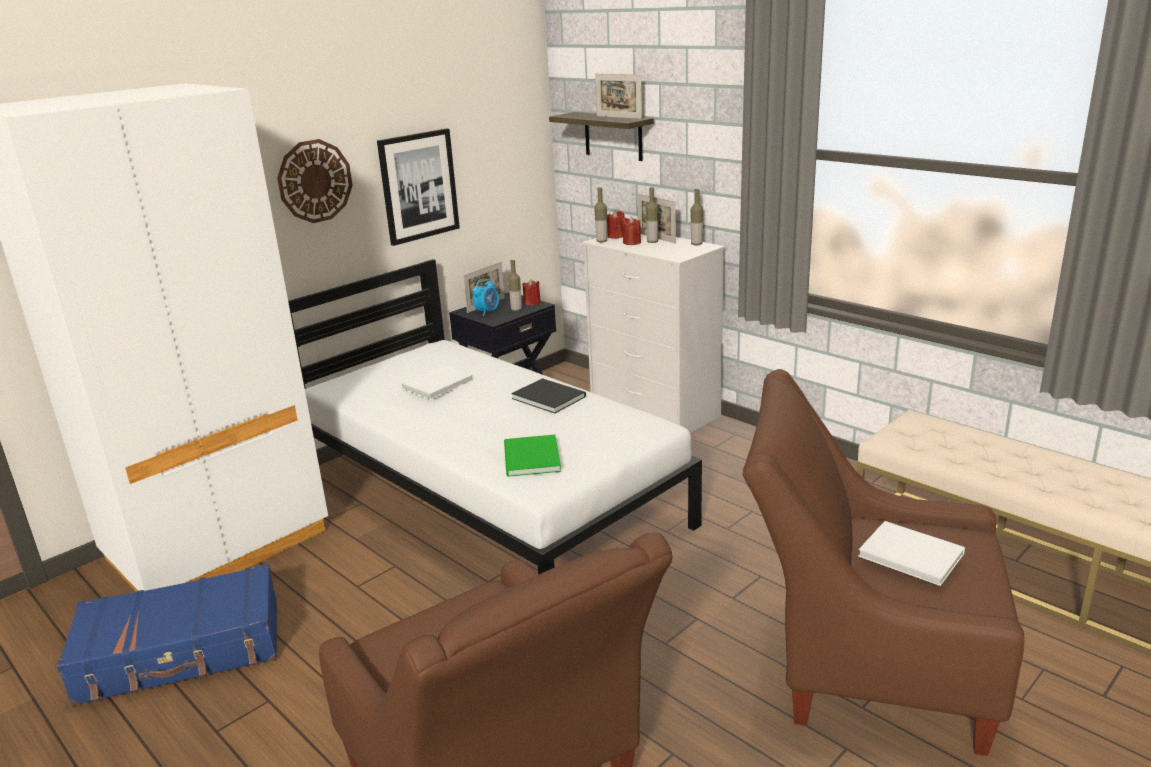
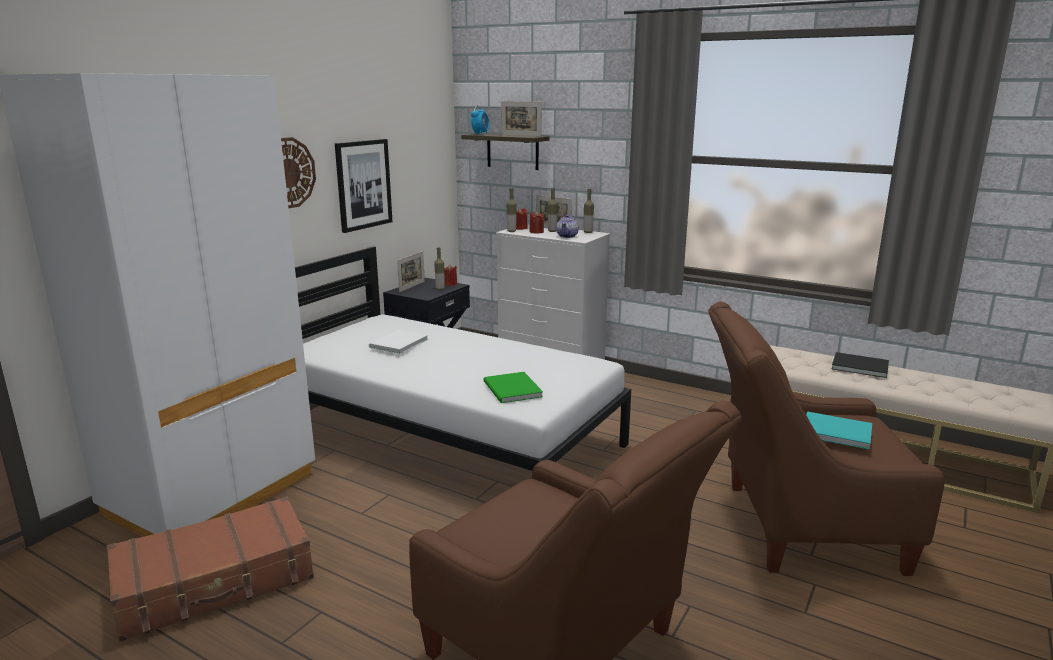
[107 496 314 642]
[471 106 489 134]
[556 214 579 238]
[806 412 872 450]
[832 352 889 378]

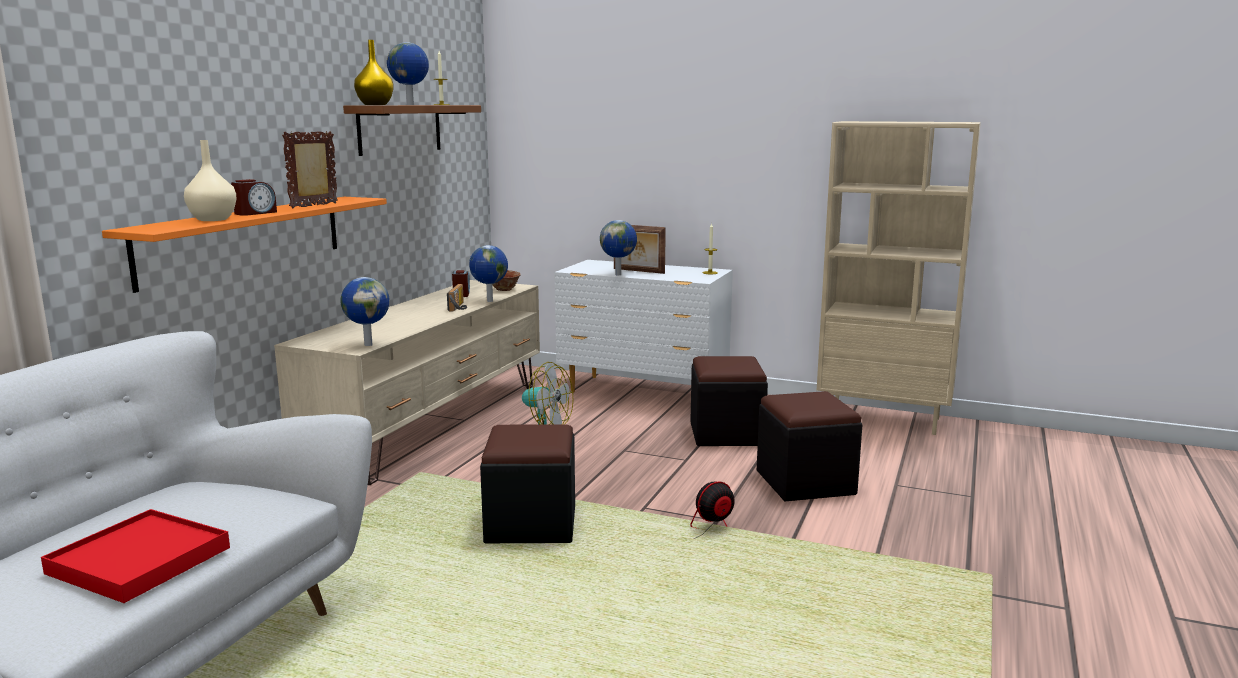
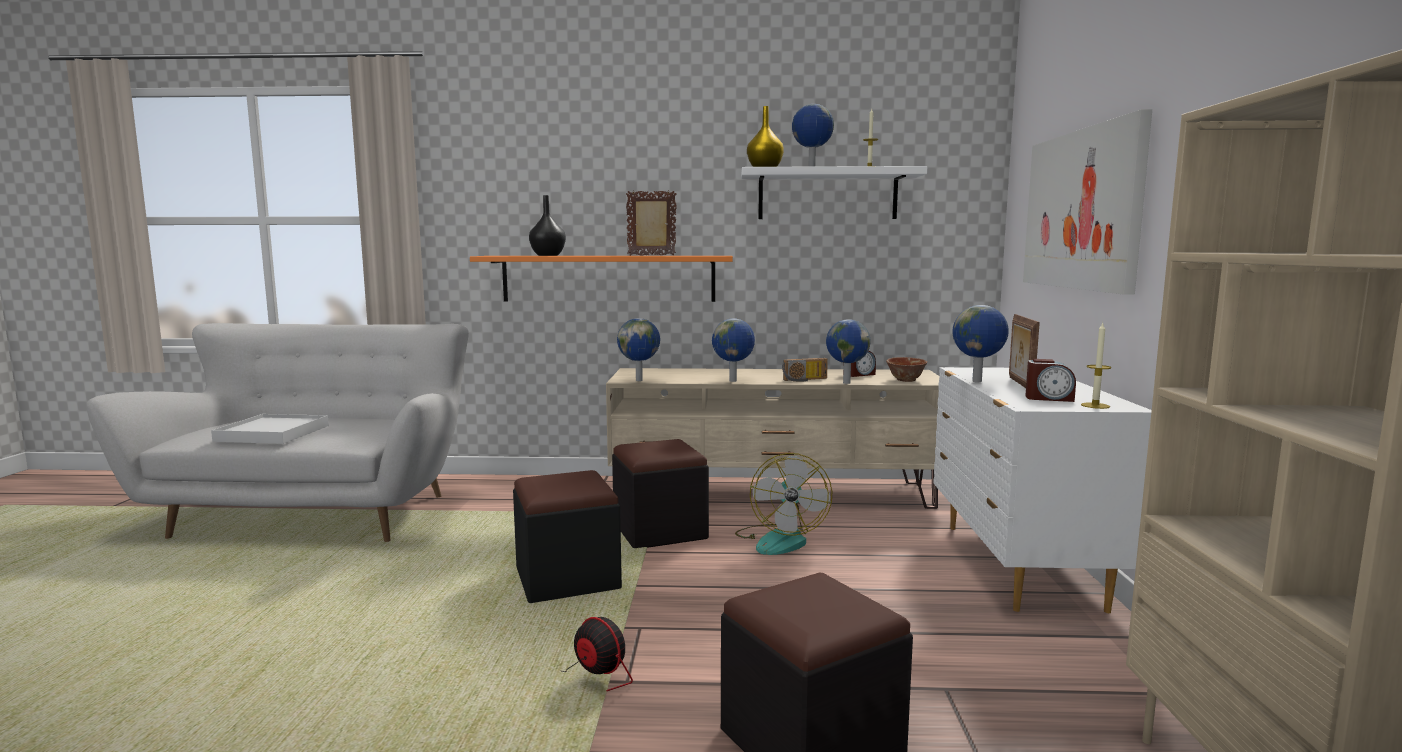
[211 414 329 444]
[529 195 566 256]
[612 439 709 548]
[712 318 755 382]
[741 166 927 219]
[1023 109 1152 295]
[1025 359 1076 402]

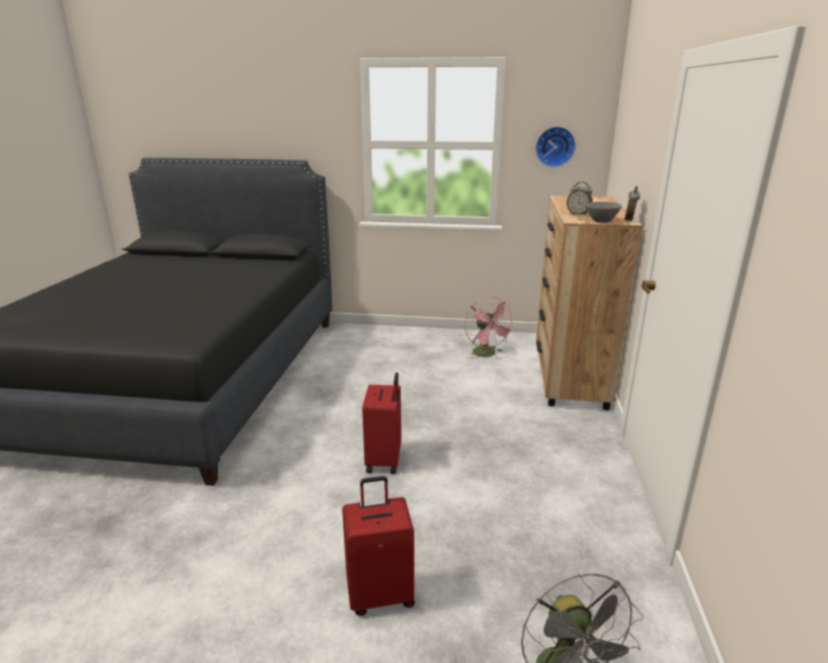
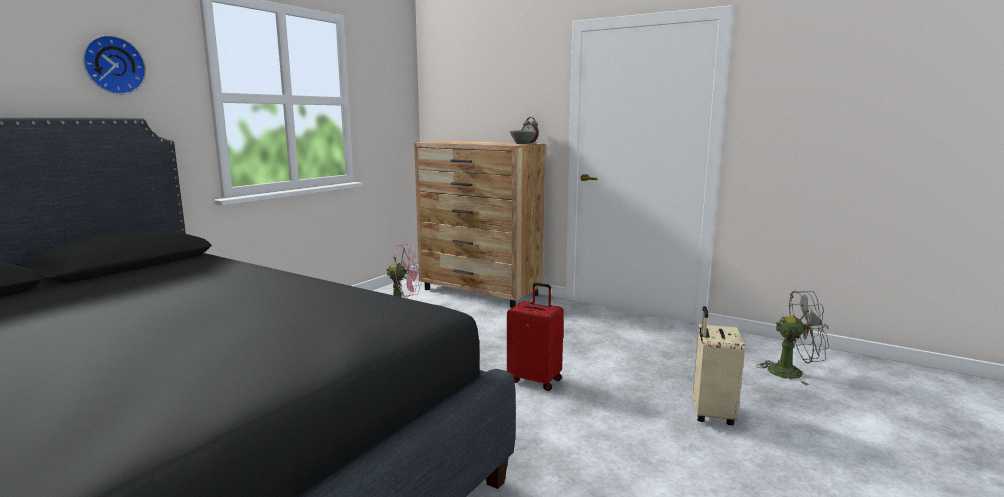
[83 35 146 95]
[693 306 745 425]
[567 182 593 216] (first image)

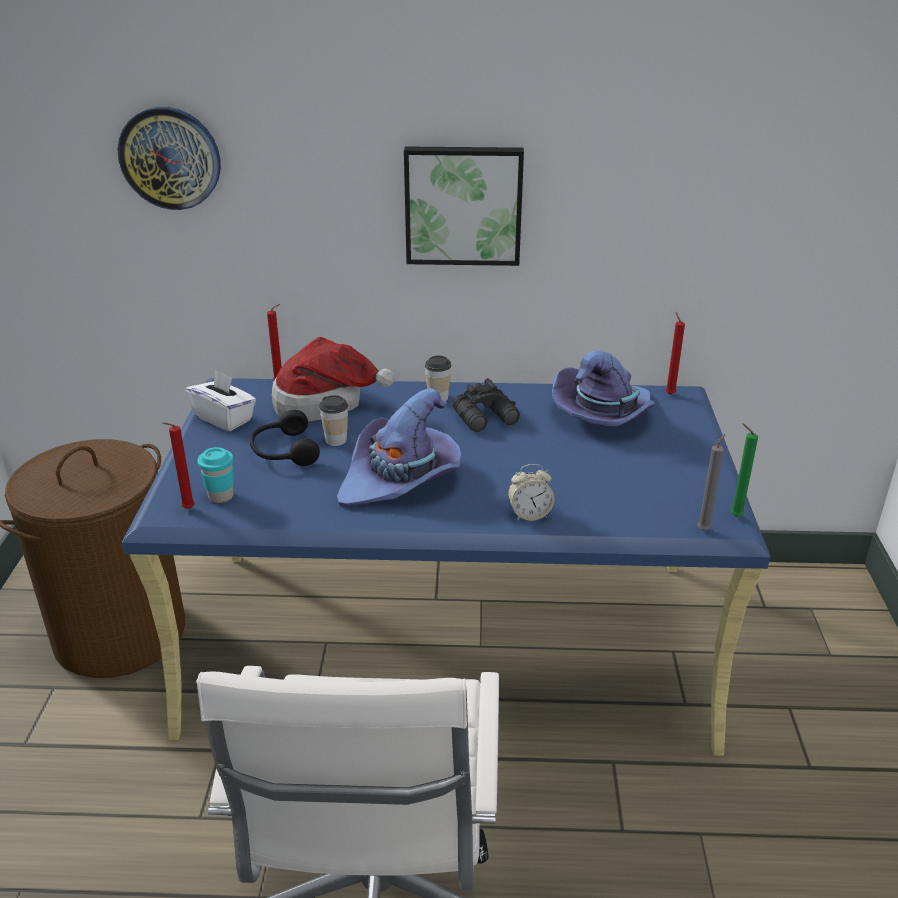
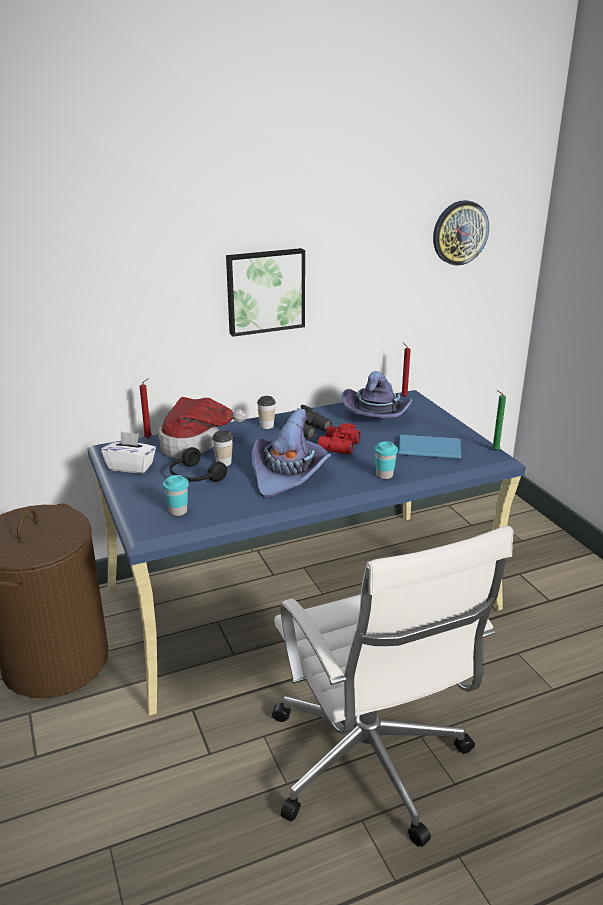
[318 423 361 454]
[374 441 398 479]
[398 435 461 459]
[433 200 489 266]
[163 422 195 509] (first image)
[697 434 725 530] (first image)

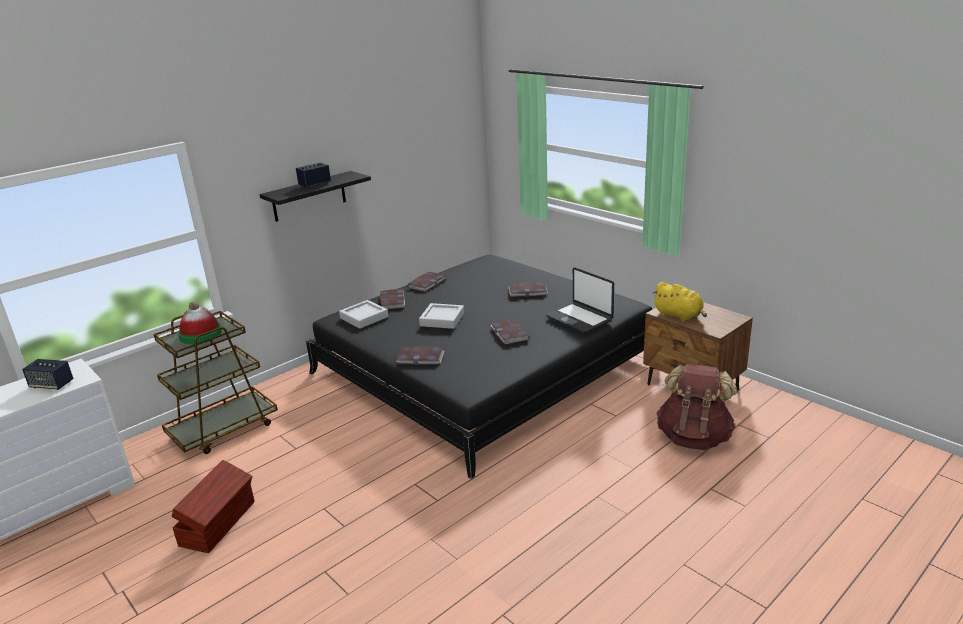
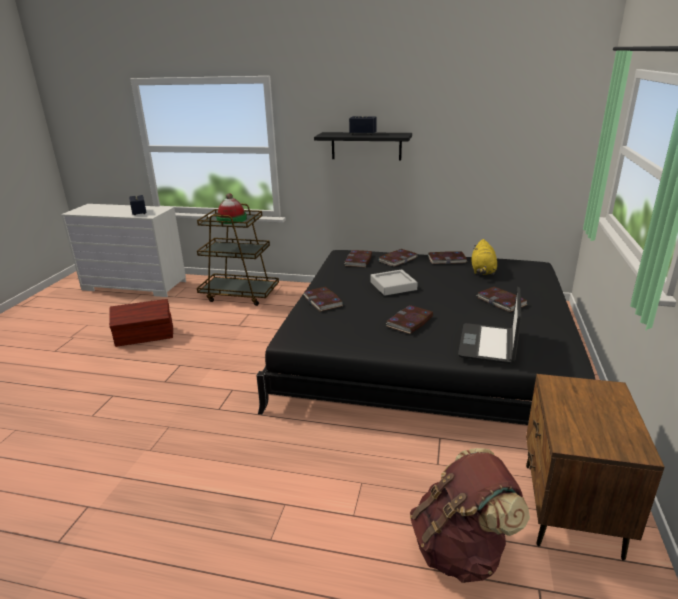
[345 250 372 267]
[472 239 497 275]

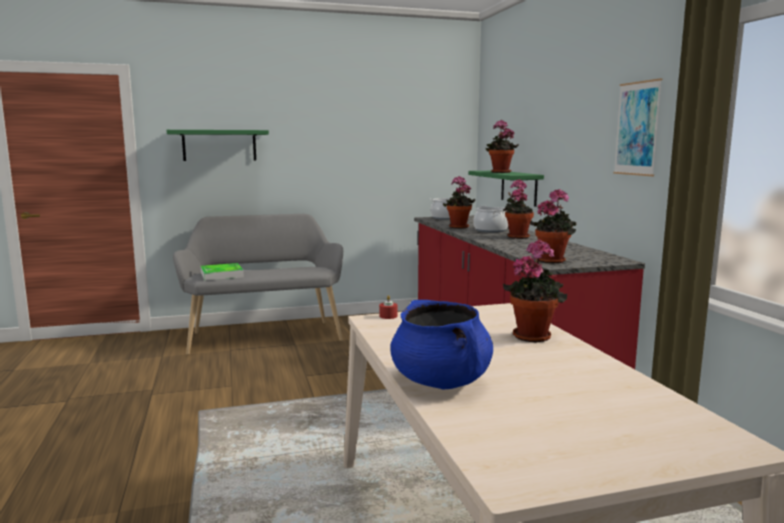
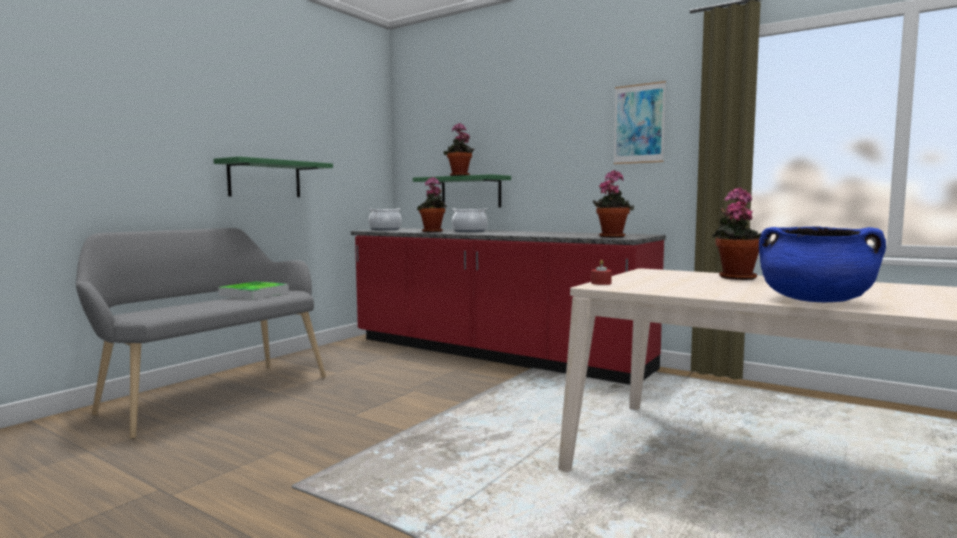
[214 157 333 197]
[218 281 289 300]
[503 179 534 239] (first image)

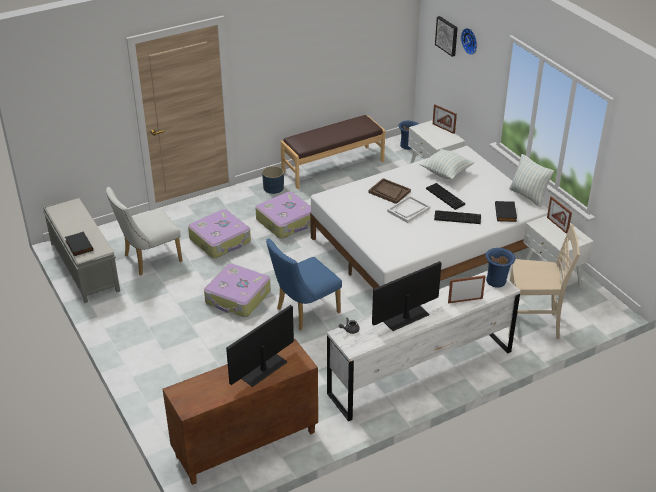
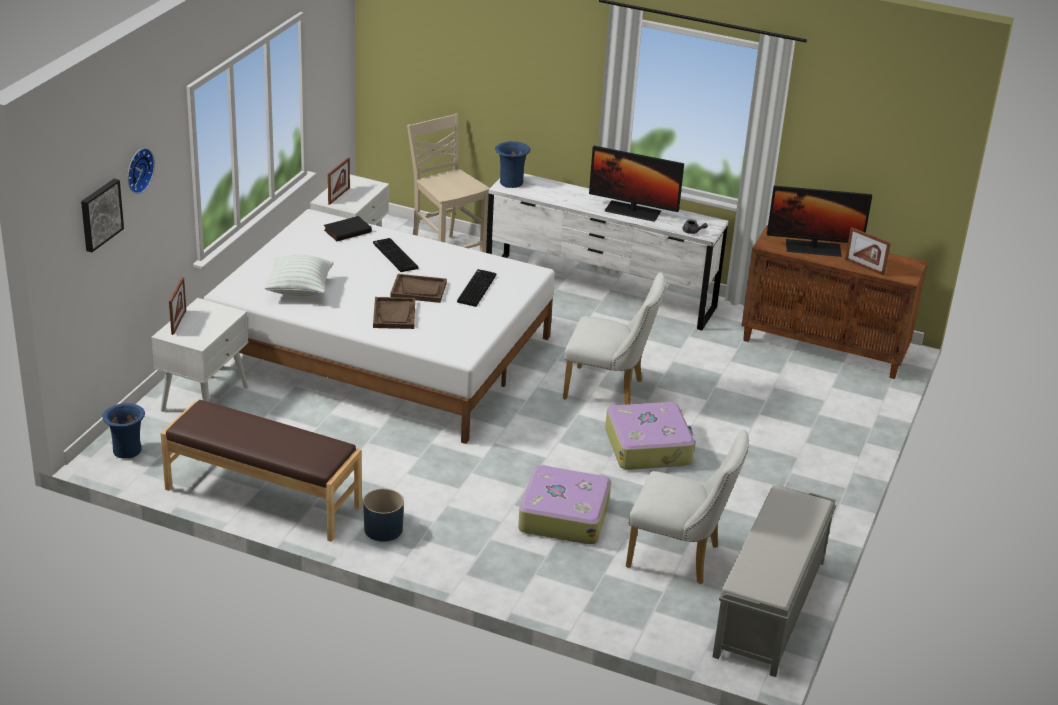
[390 274 447 303]
[457 269 496 307]
[563 272 666 405]
[845 227 891 276]
[65 232 93 256] (first image)
[255 192 311 239] (first image)
[509 154 554 207] (first image)

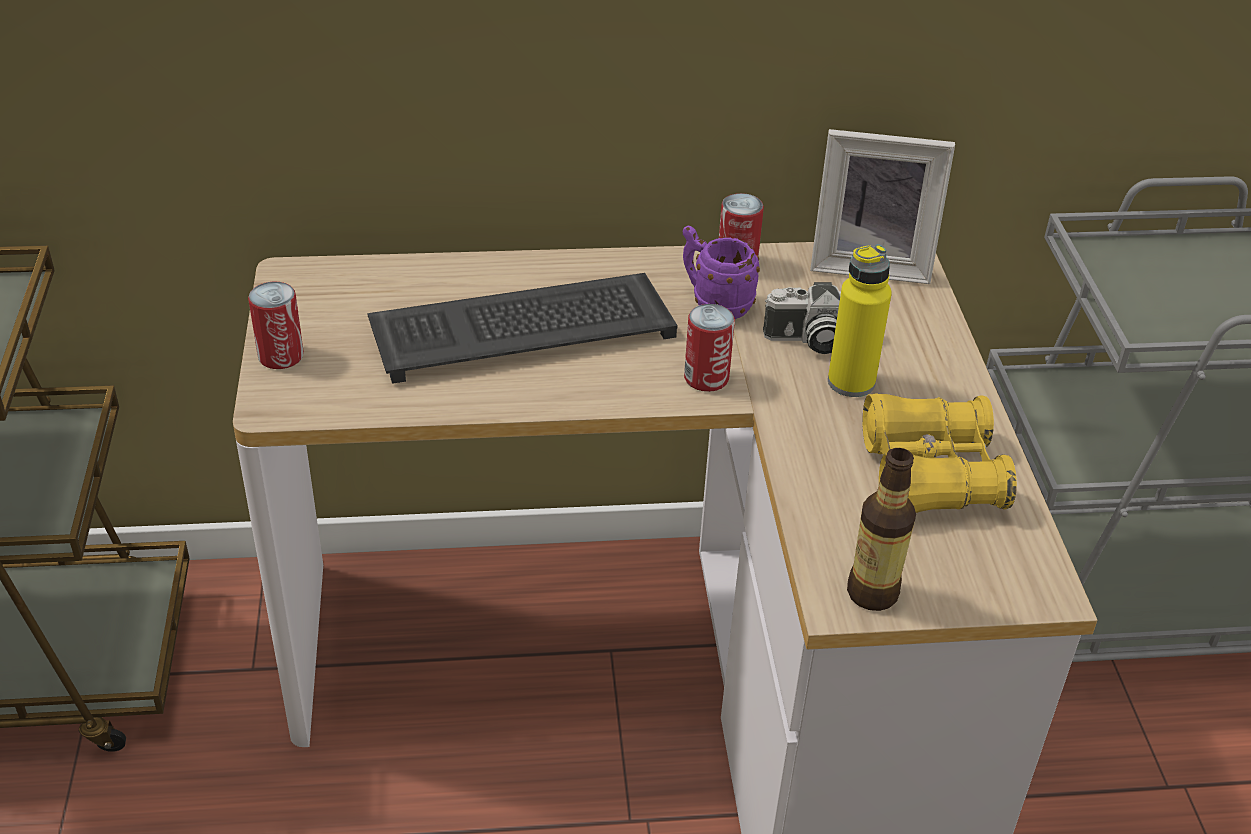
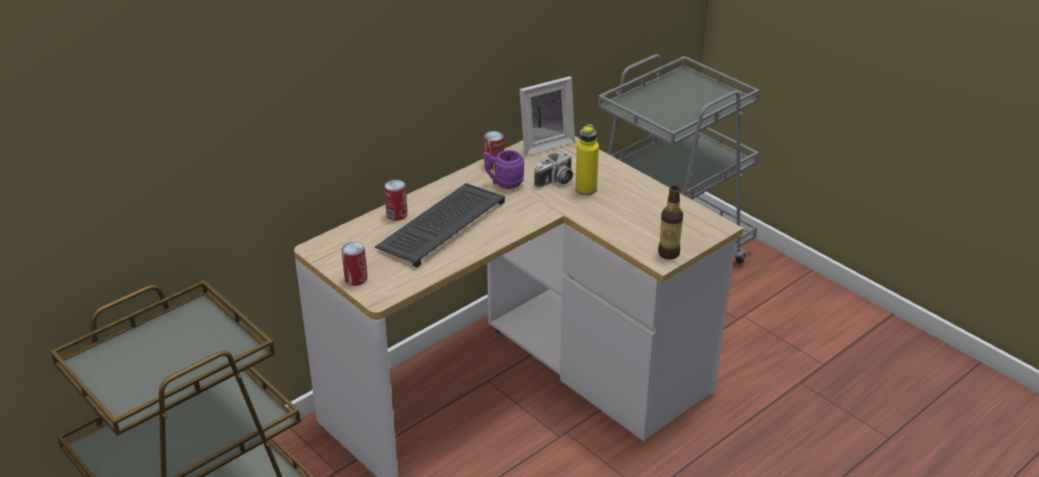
[384 180 408 221]
[863 393 1017 513] (first image)

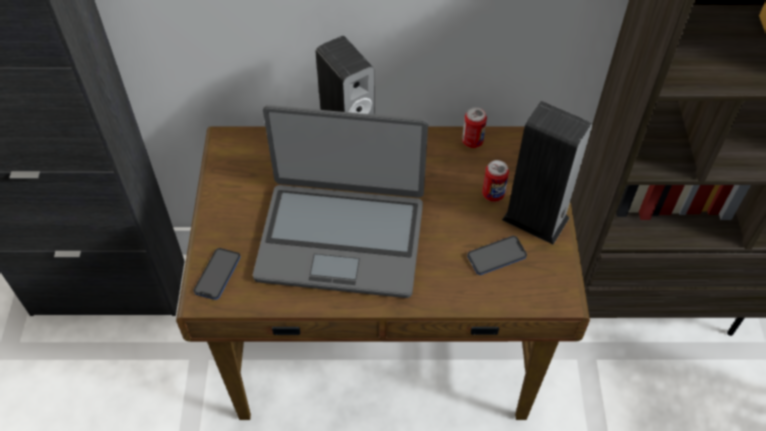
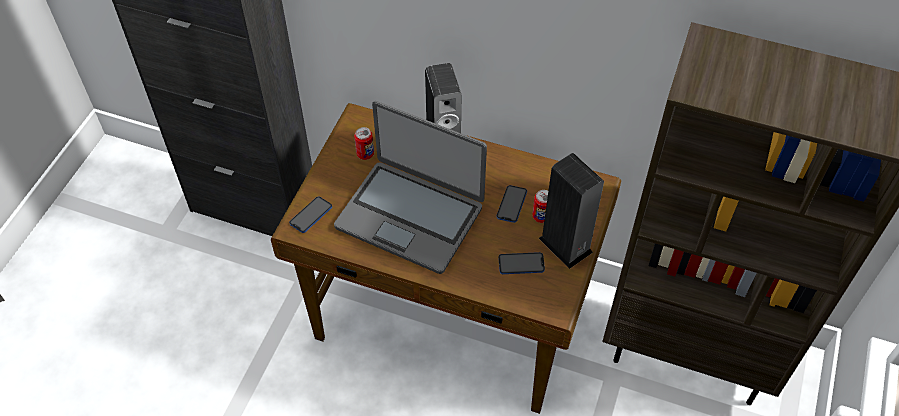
[354 127 374 160]
[496 185 527 223]

